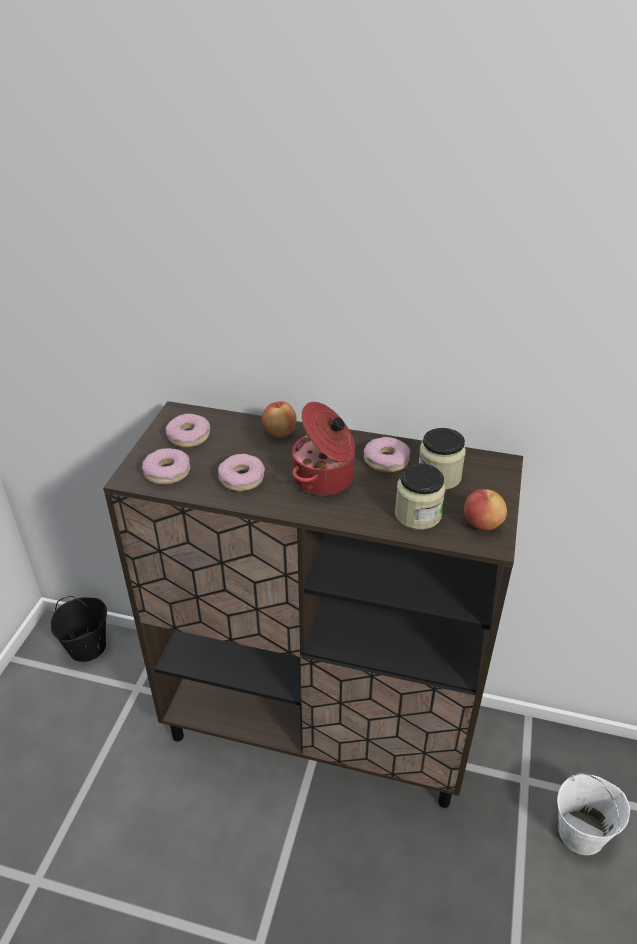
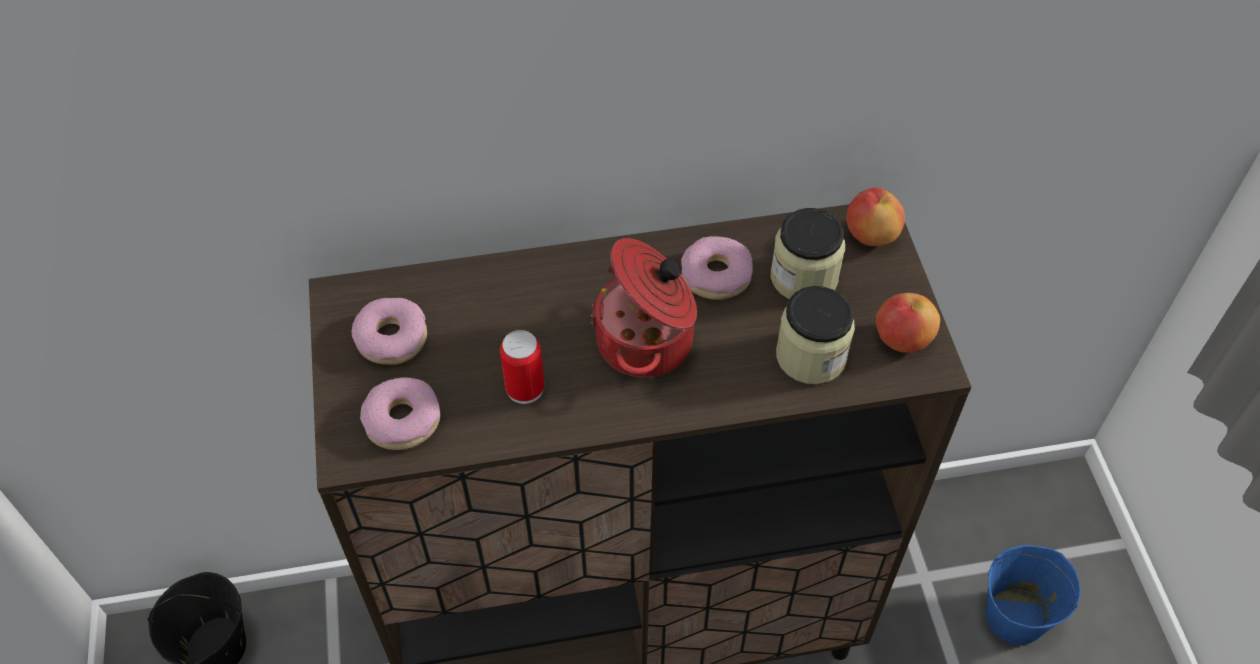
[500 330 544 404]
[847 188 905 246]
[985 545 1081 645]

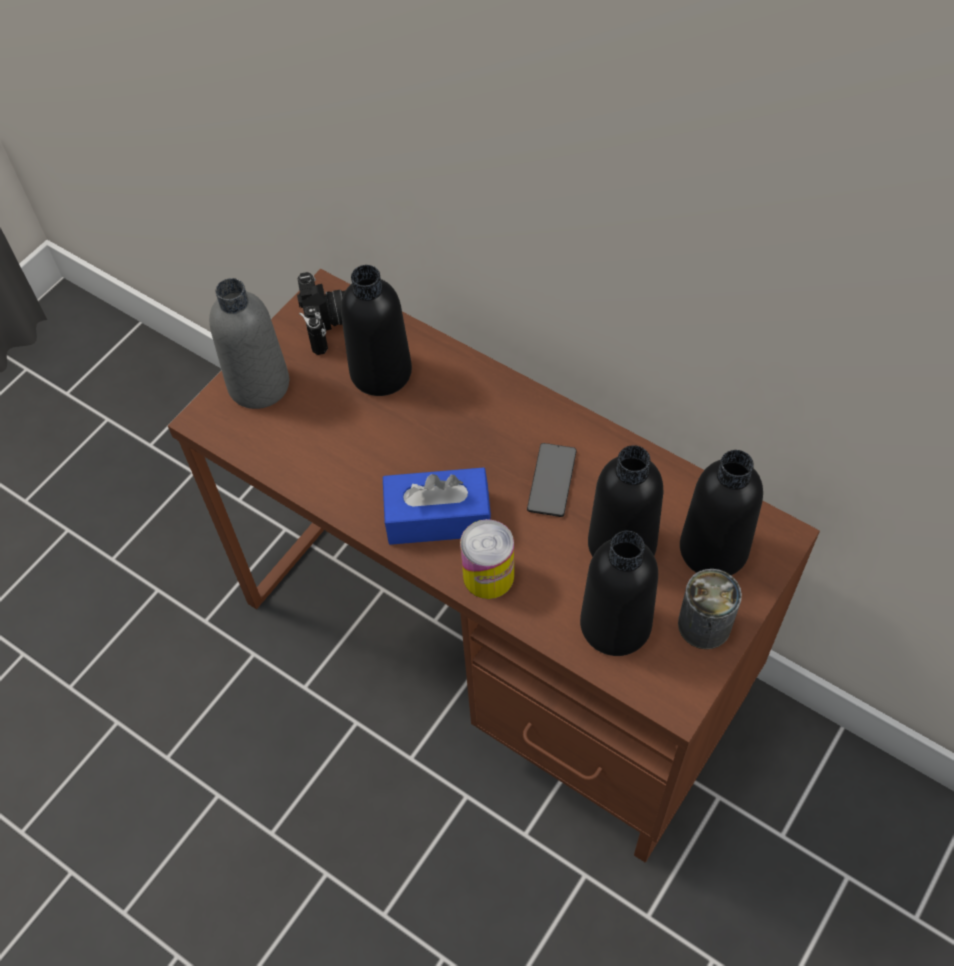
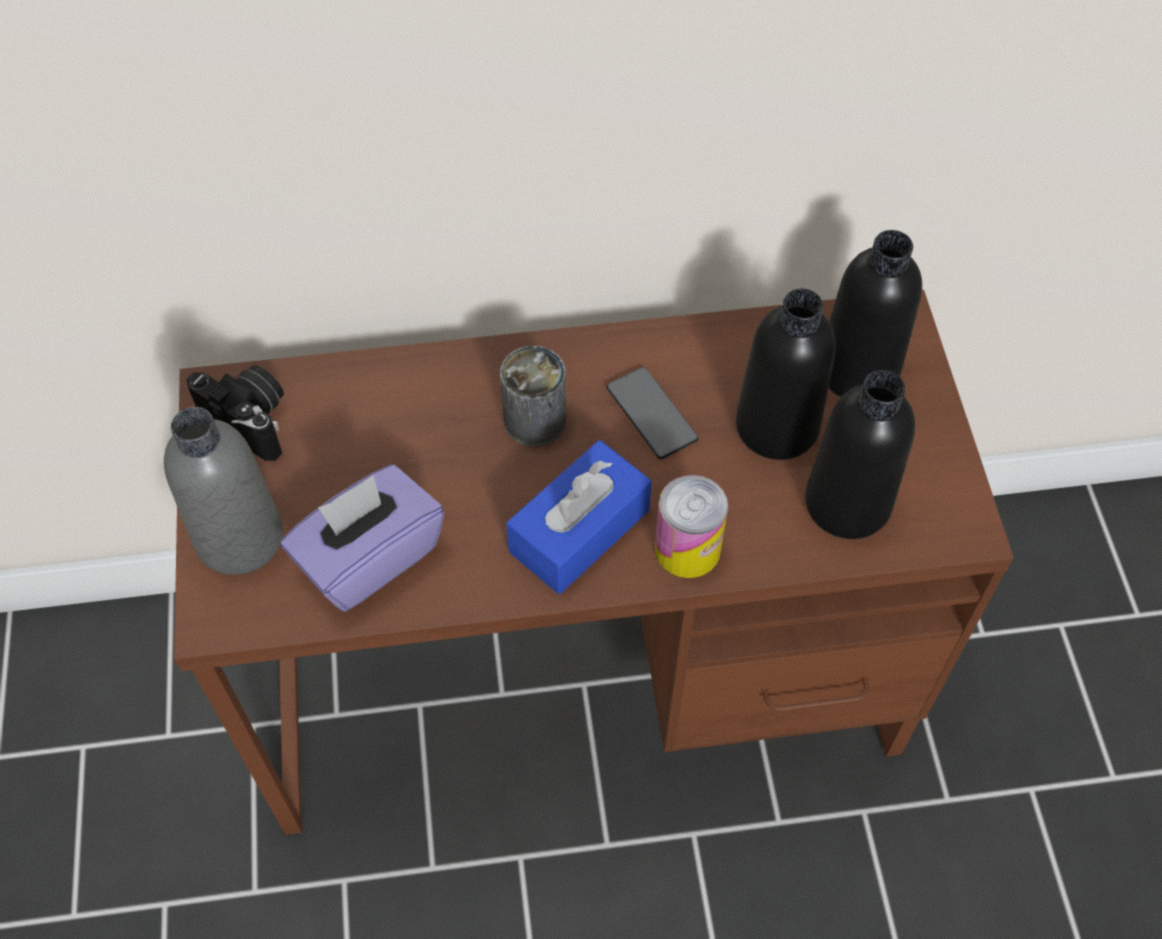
[281 465 444 612]
[500 346 566 446]
[341 265 412 396] (first image)

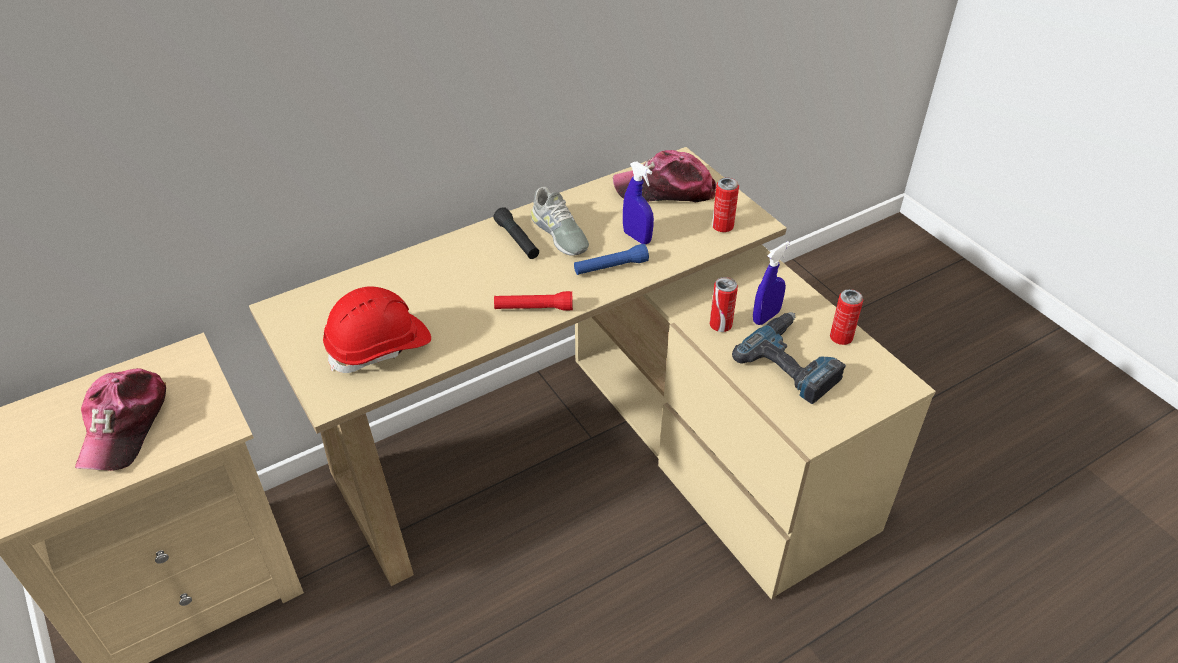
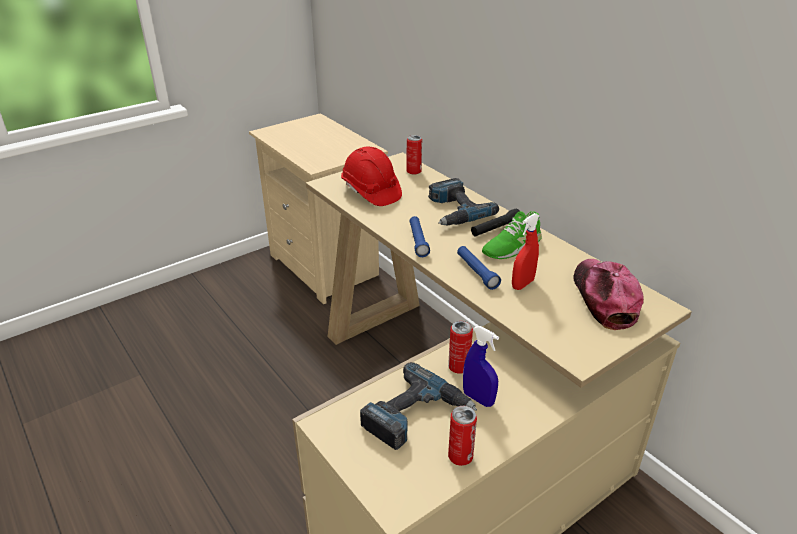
[406 135 422 175]
[410 216 430 257]
[428 178 499 226]
[482 211 542 259]
[512 213 540 290]
[75 368 166 471] (first image)

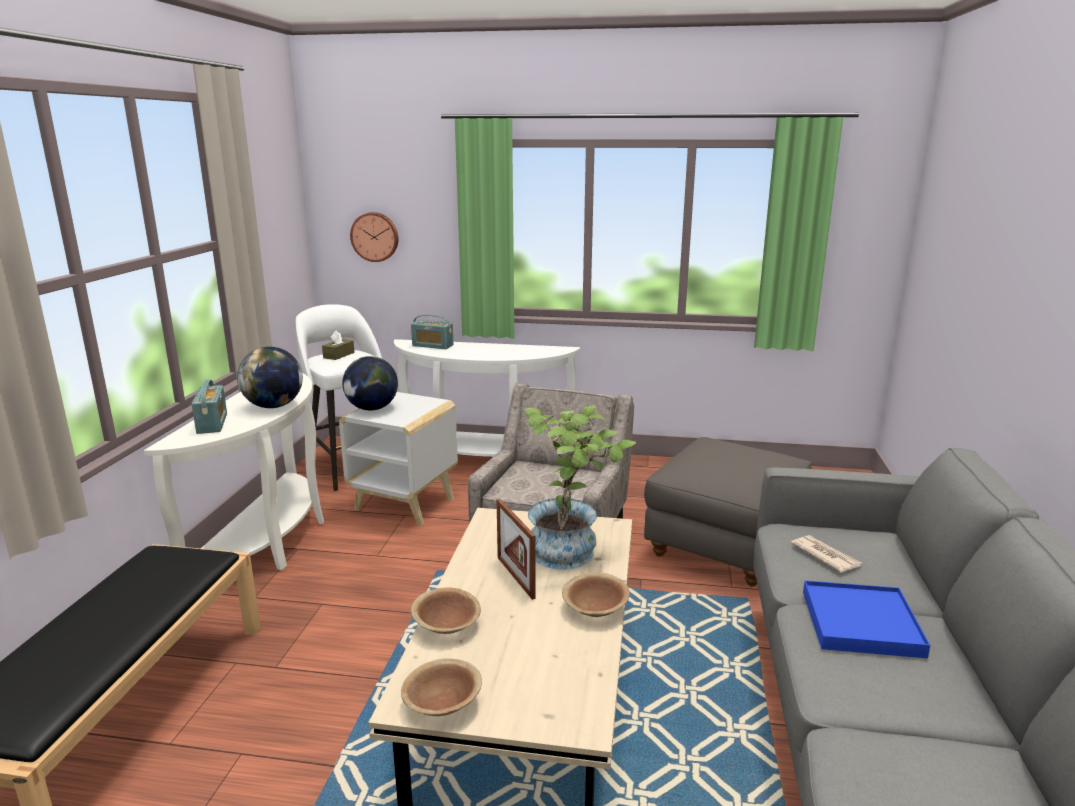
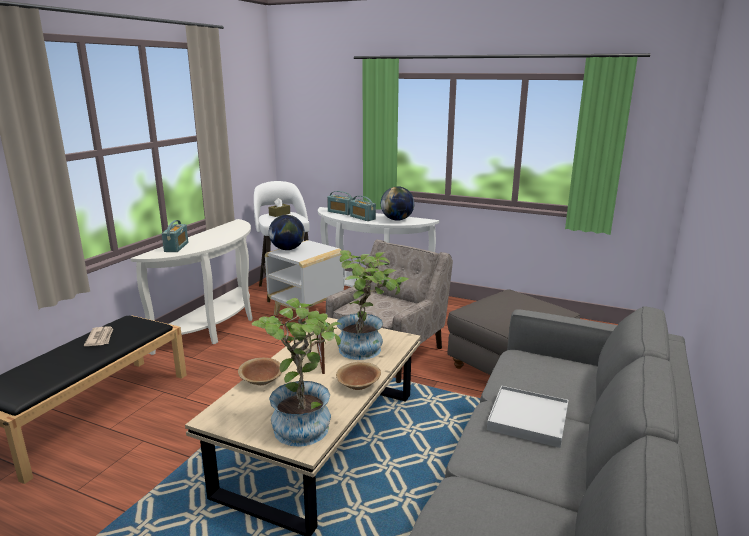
[84 326 113 346]
[252 298 341 447]
[350 196 376 221]
[381 186 415 221]
[487 386 568 448]
[350 212 398 262] (first image)
[401 658 482 716] (first image)

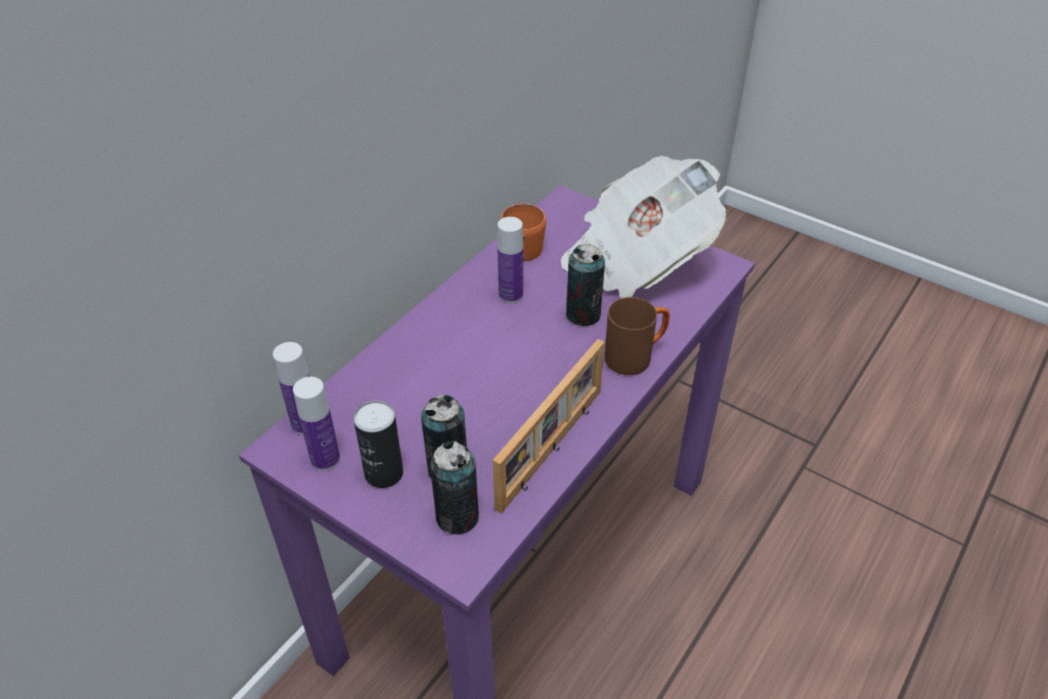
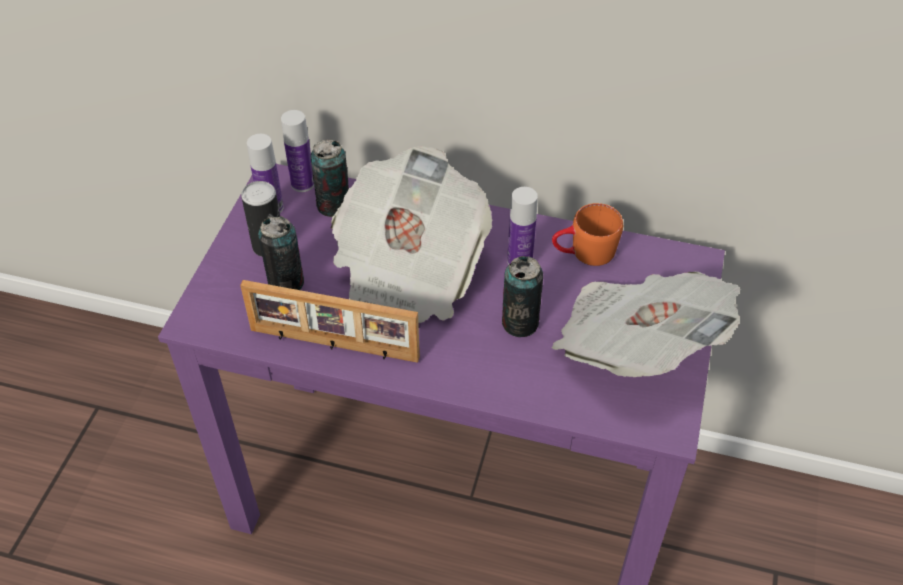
[311 139 349 217]
[331 146 493 323]
[605 297 670 375] (first image)

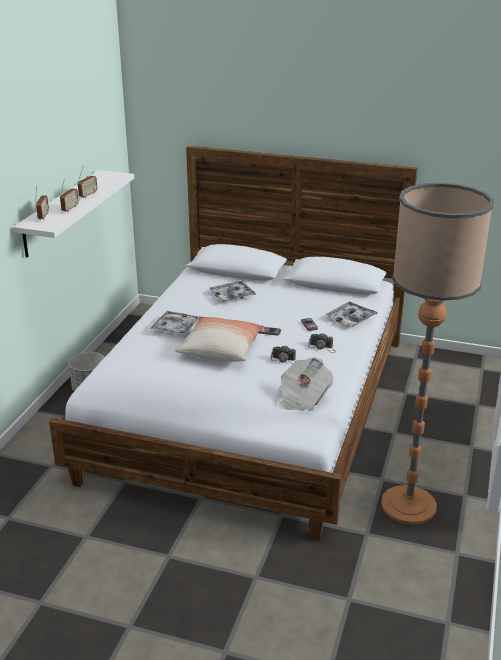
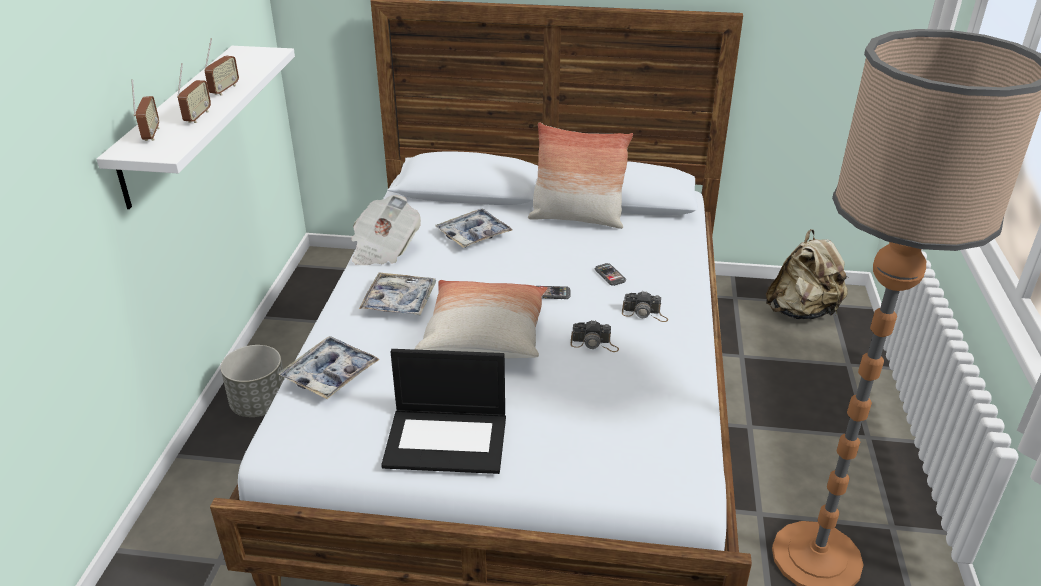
[278 336 380 399]
[351 195 421 265]
[381 349 506 474]
[528 122 633 229]
[766 229 849 319]

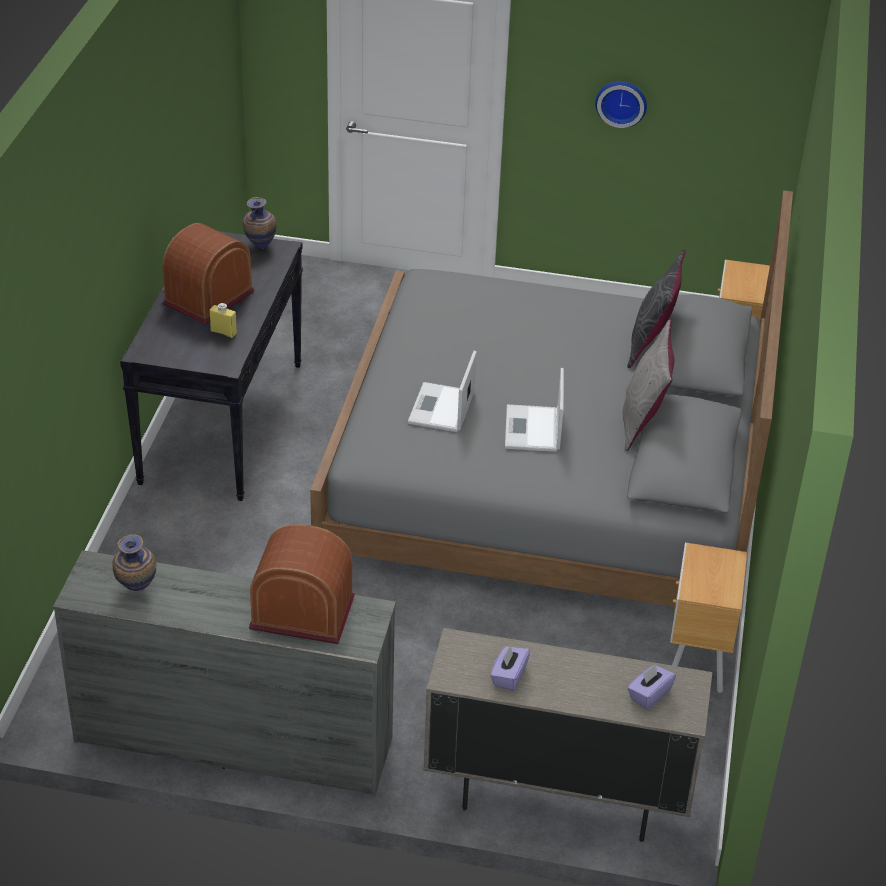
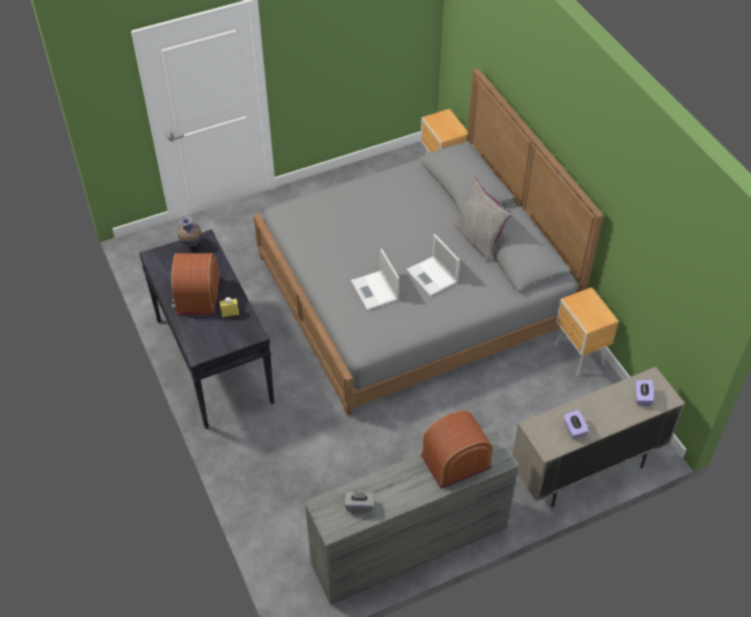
[344 491 374 512]
[595 81 647 128] (first image)
[627 249 685 368] (first image)

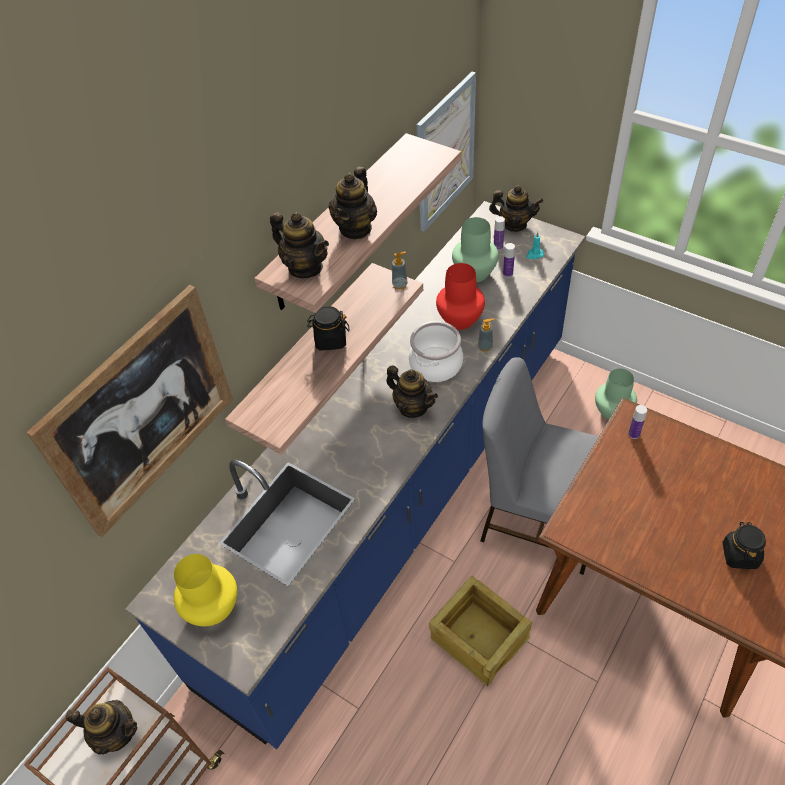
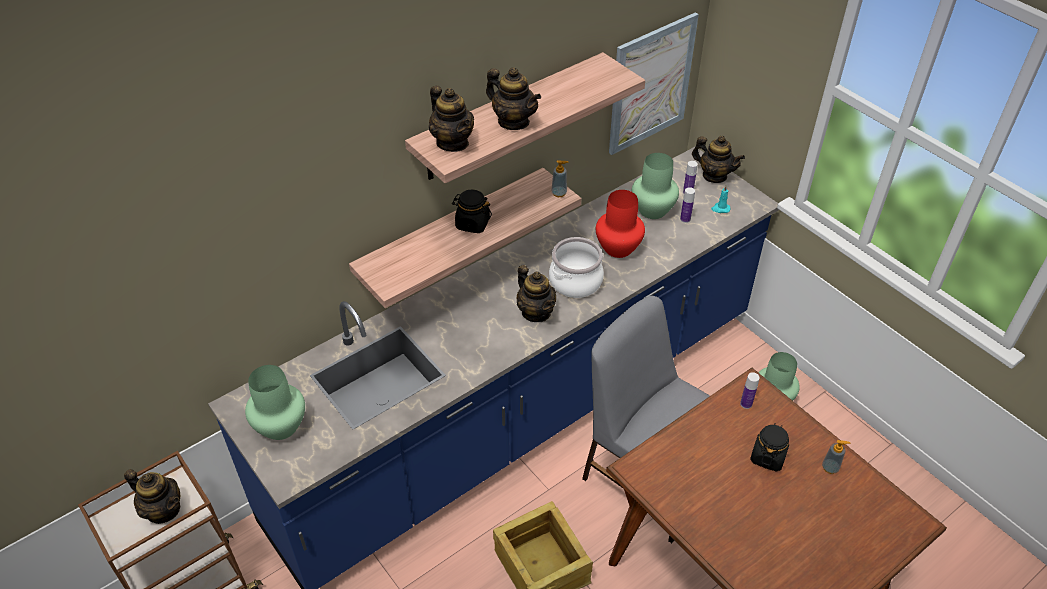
[245 365 305 440]
[486 68 541 130]
[750 424 789 471]
[822 440 851 474]
[26 285 233 537] (first image)

